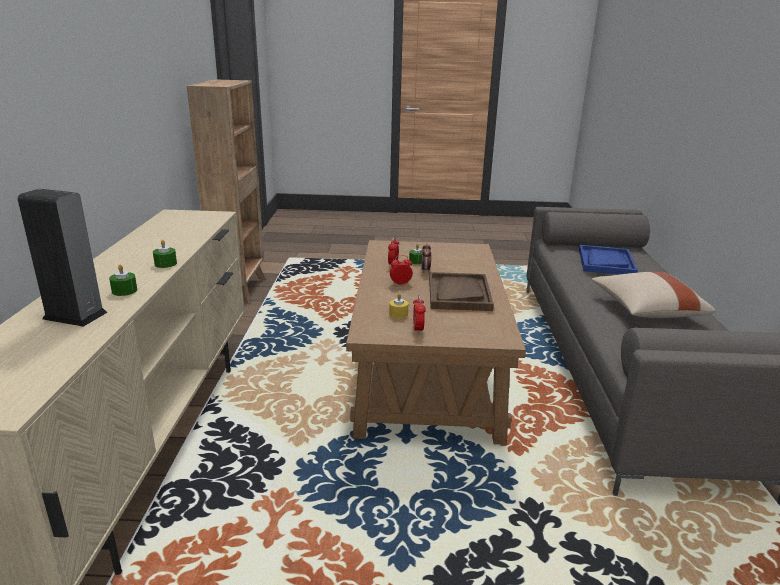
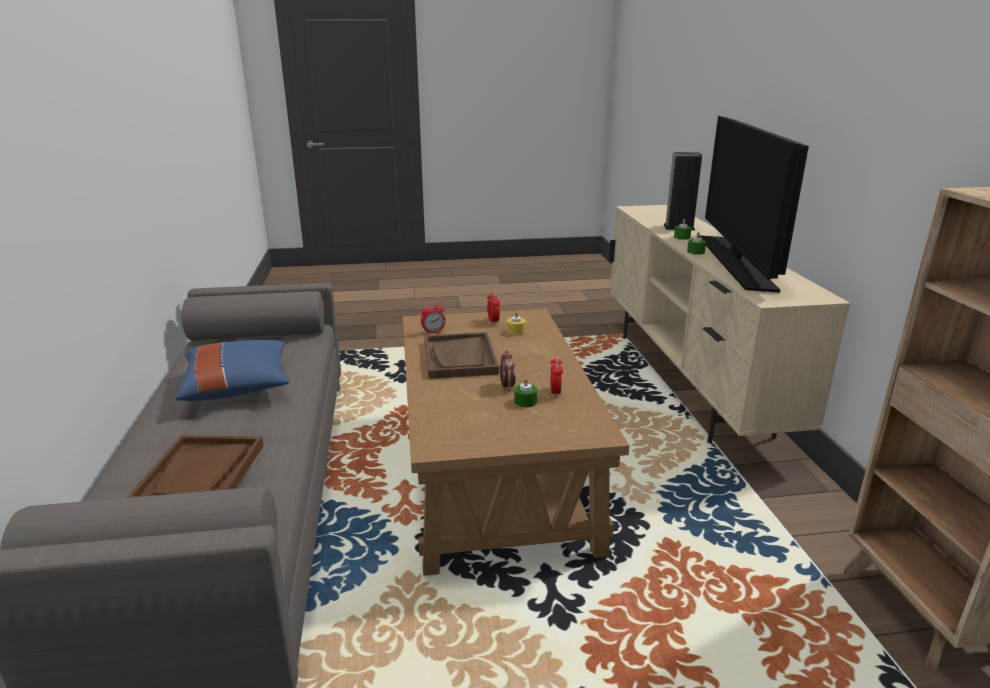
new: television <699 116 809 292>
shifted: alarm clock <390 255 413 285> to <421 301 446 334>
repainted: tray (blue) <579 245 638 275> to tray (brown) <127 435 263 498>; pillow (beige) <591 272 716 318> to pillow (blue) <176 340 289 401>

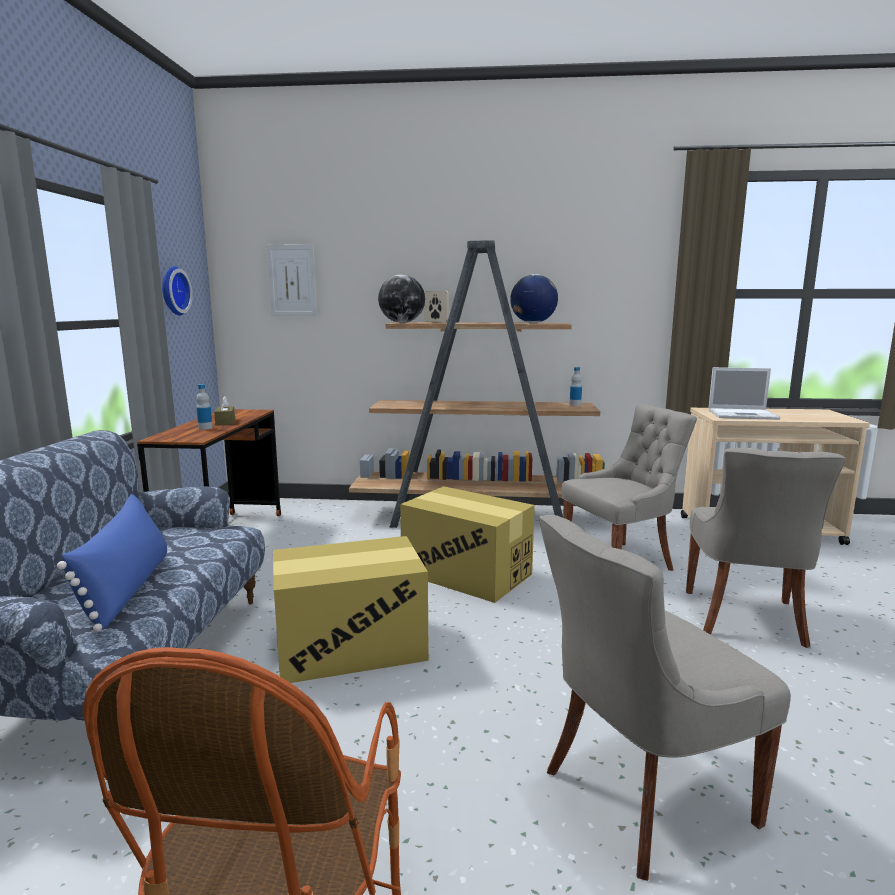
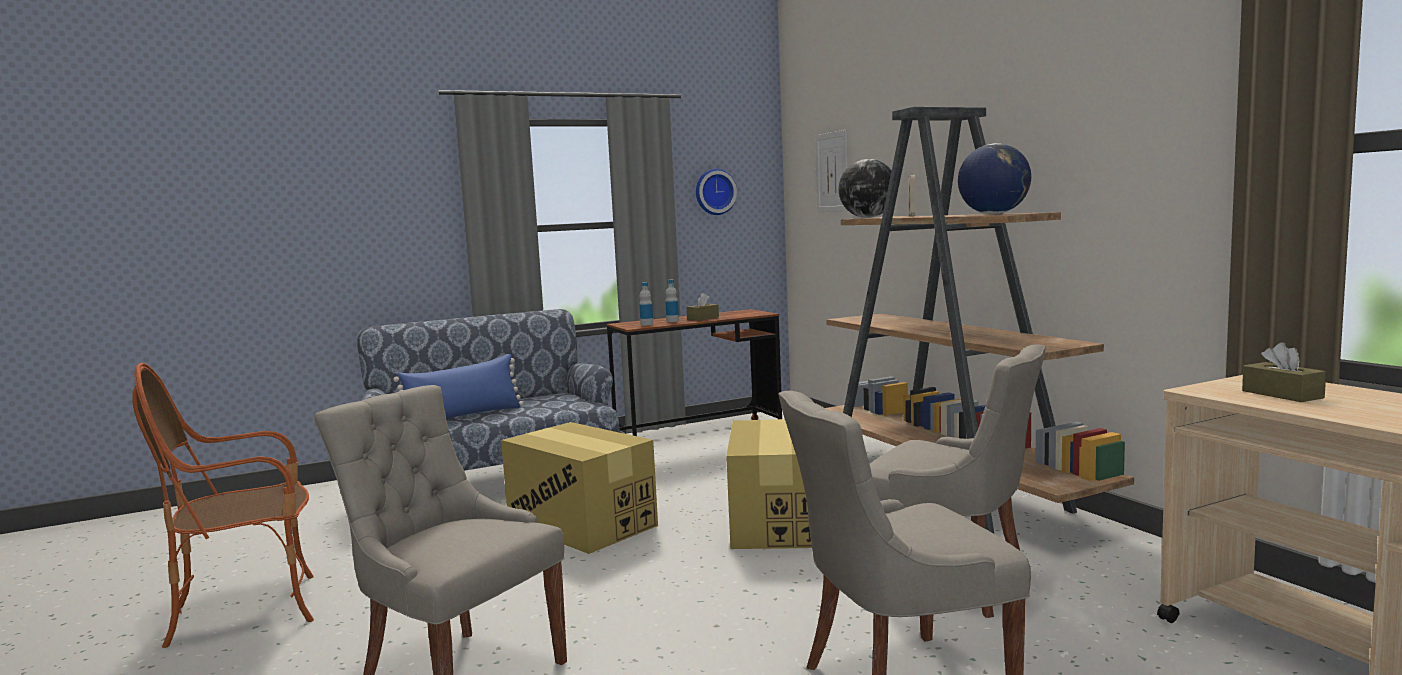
shifted: bottle <570 367 582 406> to <639 282 653 325>
swapped: laptop <709 367 780 420> to tissue box (brown) <1242 342 1326 402>

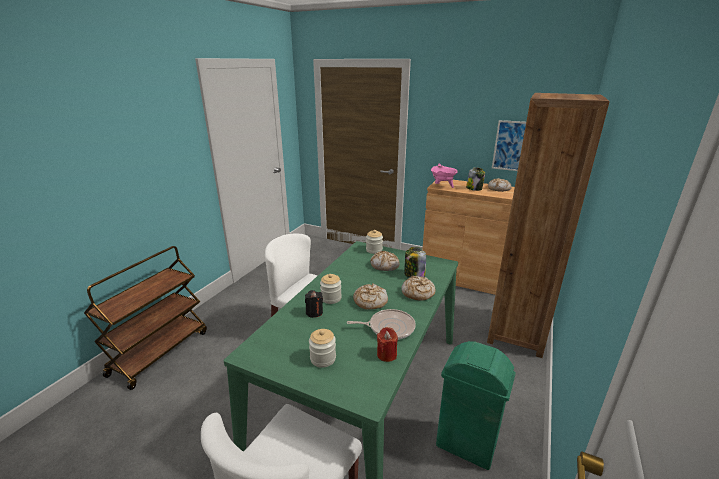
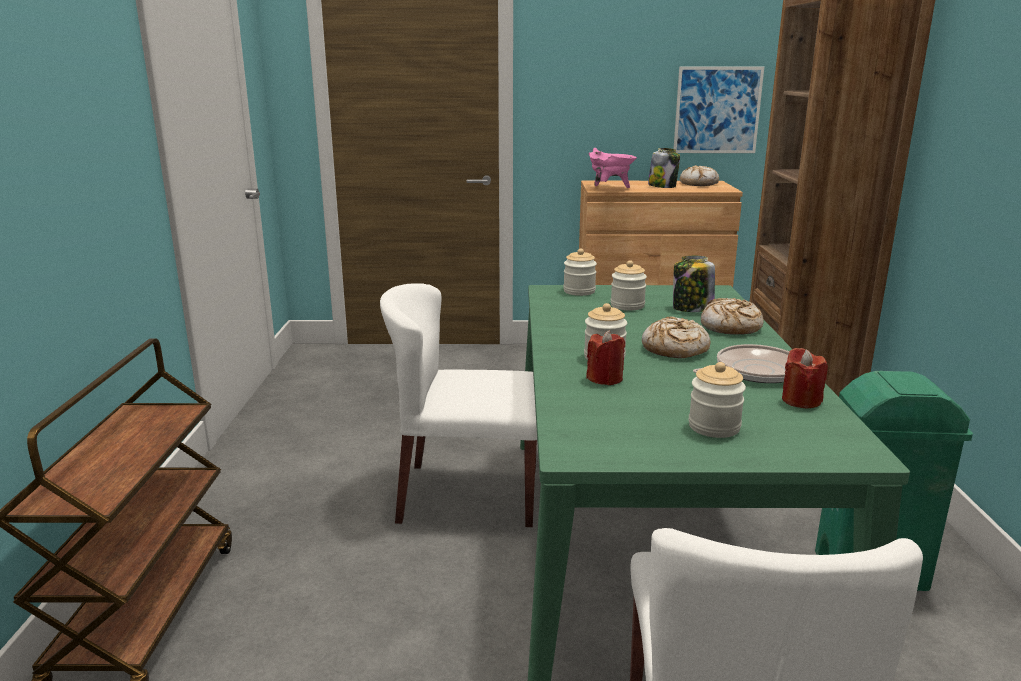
swapped: bread <370 251 400 271> to jar <611 260 647 311>
repainted: candle (black) <305 290 323 318> to candle (red) <586 330 625 385>

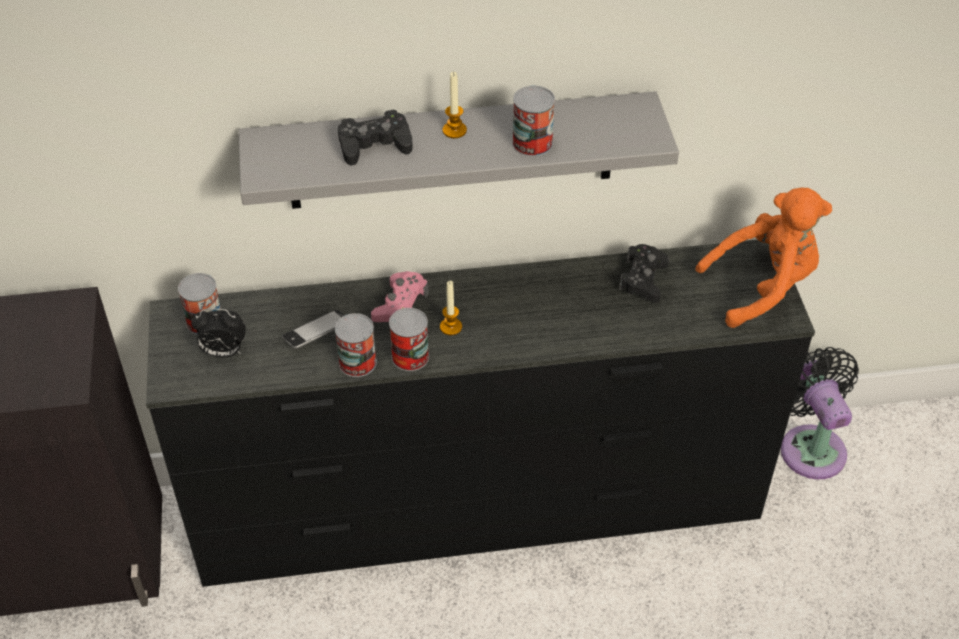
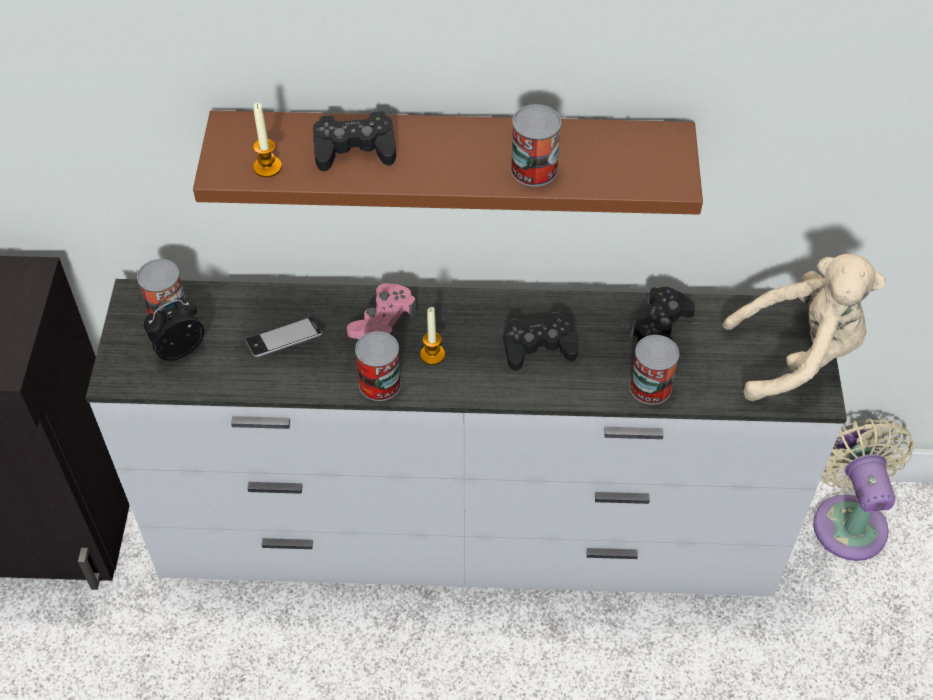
new: game controller (black) <503 312 578 371>
shifted: candle <443 72 467 138> to <253 103 282 177>; can <335 313 377 377> to <630 335 679 405>
repainted: shelf (grey) <239 91 679 209> to shelf (brown) <193 110 703 215>; plush toy (orange) <695 187 832 328> to plush toy (beige) <722 254 886 401>; dresser (black) <146 240 815 587> to dresser (white) <86 279 847 596>; fan (black) <781 347 859 479> to fan (beige) <813 418 914 561>
rotated: alarm clock <191 308 246 358> = <144 299 204 361> 135 degrees clockwise

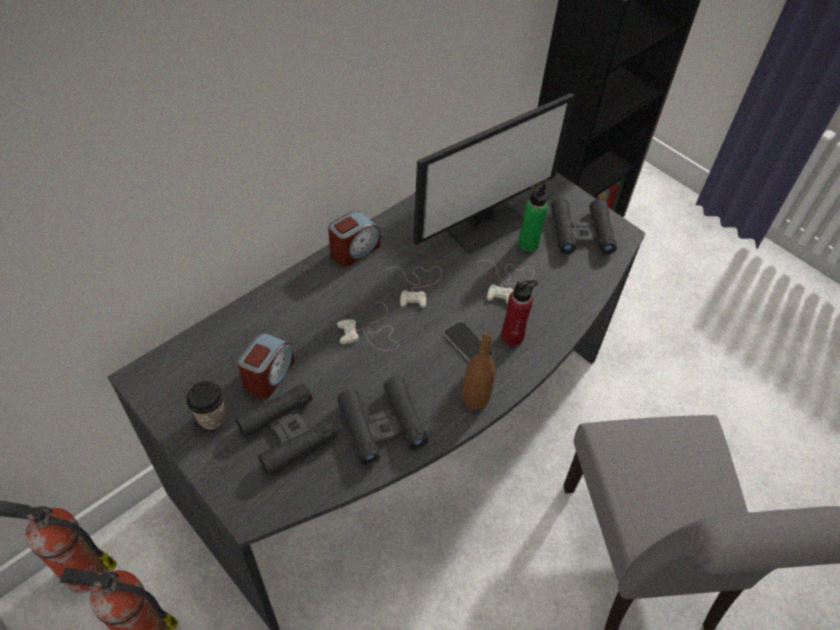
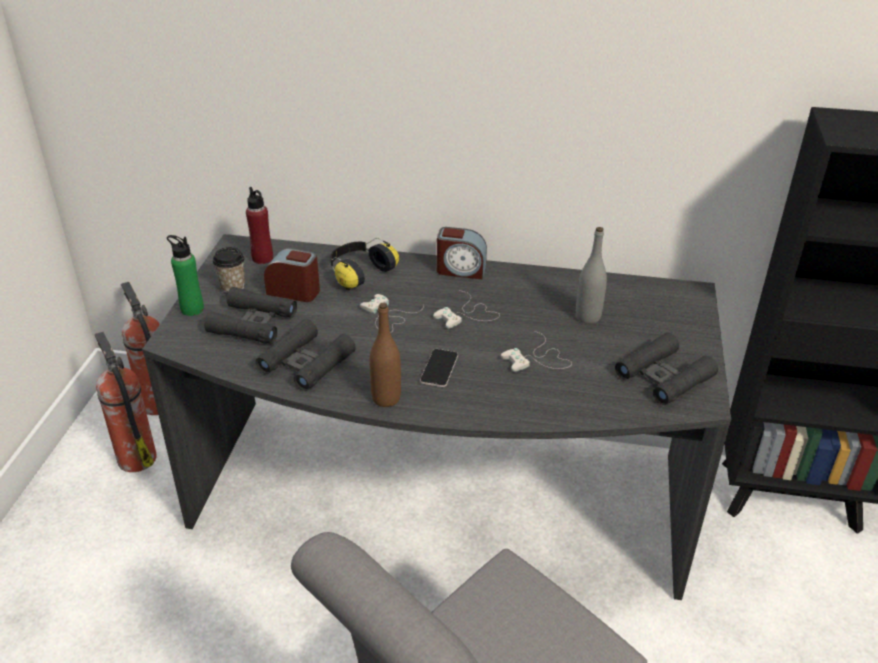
new: headphones <331 238 399 290>
shifted: bottle (green) <518 184 548 252> to <167 235 204 316>; bottle (red) <501 280 538 346> to <246 187 273 264>
swapped: monitor <413 93 575 254> to bottle (grey) <576 227 607 324>
rotated: alarm clock <237 333 294 399> = <264 249 320 302> 150 degrees counterclockwise

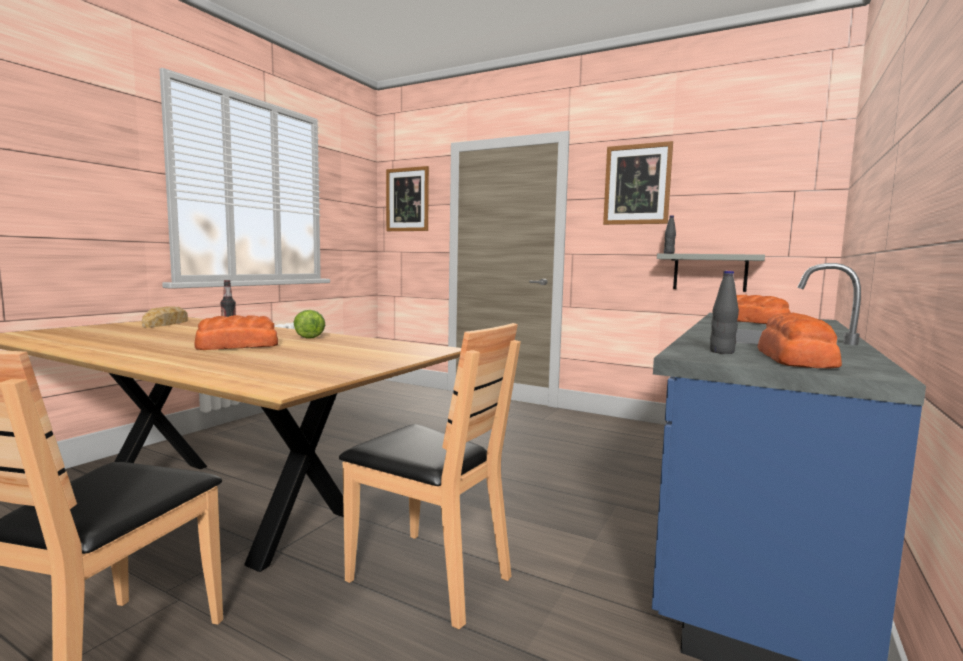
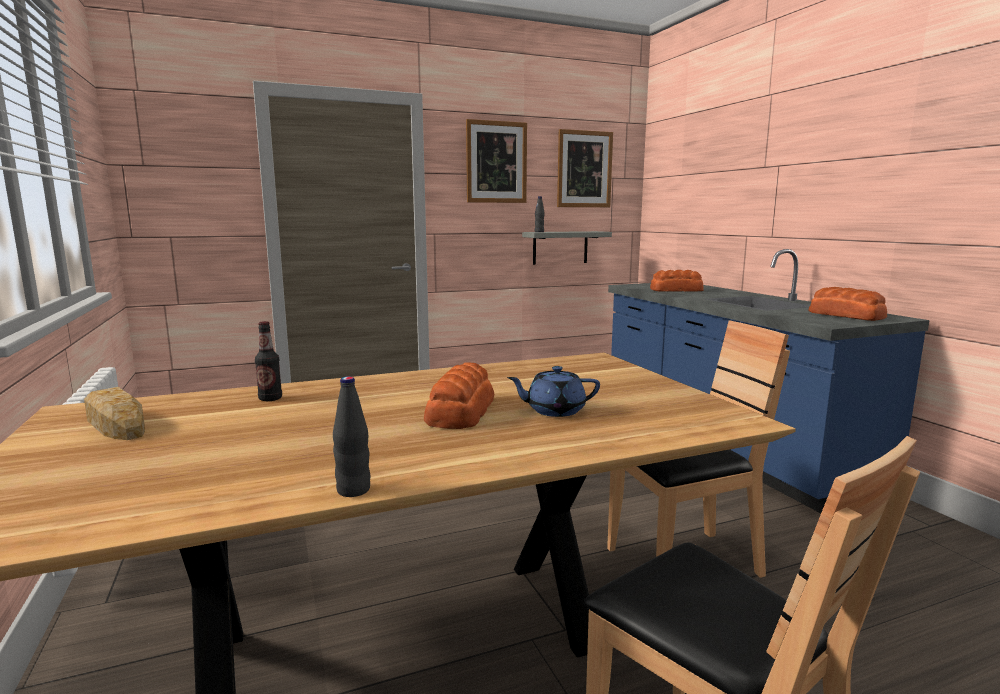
gone: lettuce <293 310 325 339>
new: teapot (blue) <507 366 600 417>
shifted: picture <386 166 429 231> to <557 129 613 207>; bottle (black) <710 271 739 354> to <333 376 370 497>

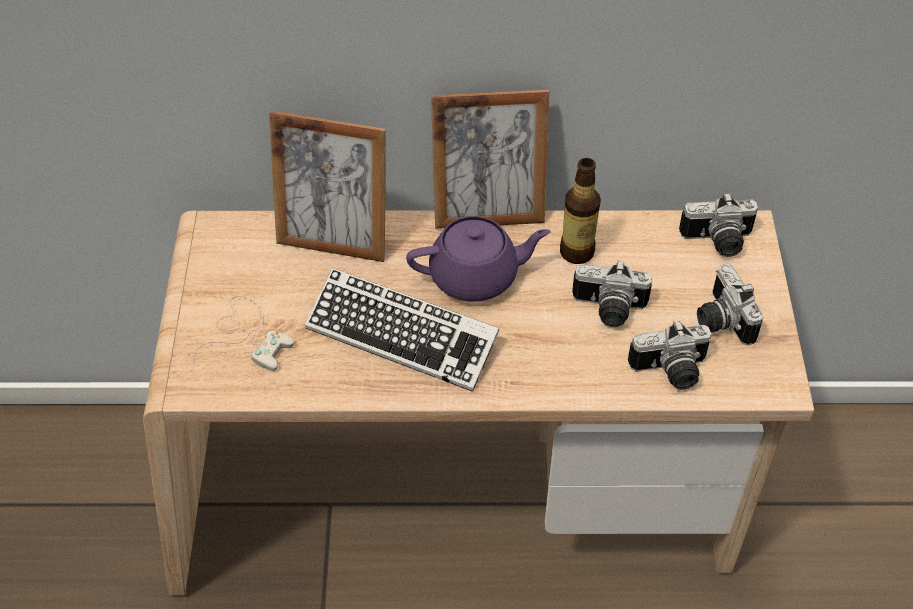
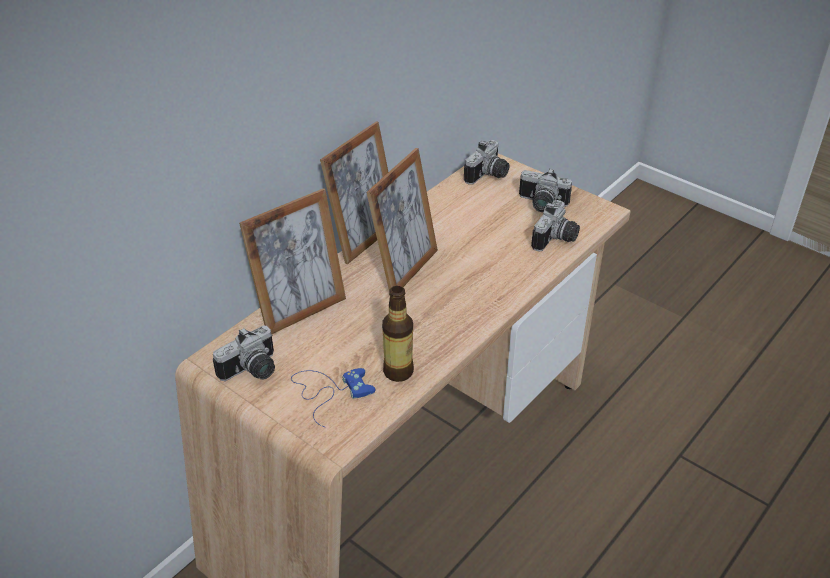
gone: keyboard <305 268 499 392>
shifted: bottle <560 158 601 264> to <382 286 414 382>; photo camera <572 260 652 327> to <213 326 275 381>
swapped: teapot (purple) <406 216 551 301> to picture frame <366 148 438 290>
repainted: game controller (white) <194 296 294 371> to game controller (blue) <291 368 375 427>

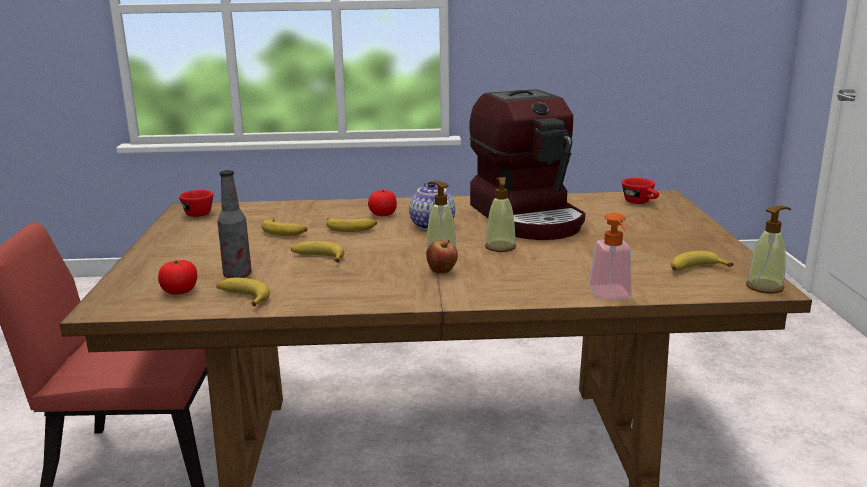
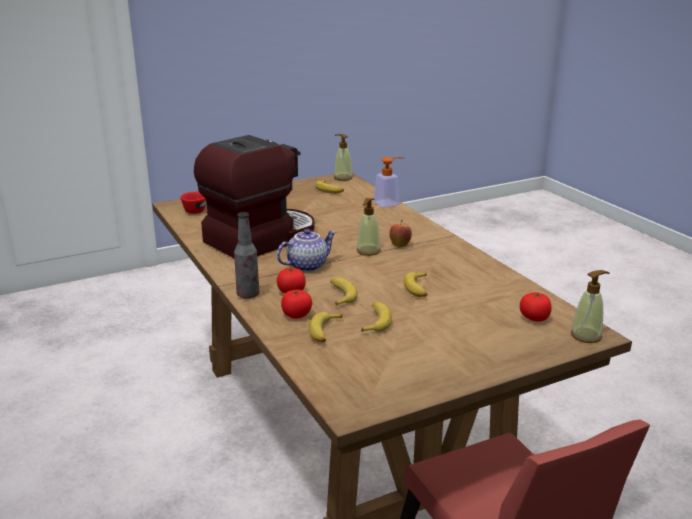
gone: cup (red) <179 190 213 217>
new: tomato <281 290 312 319>
shifted: bottle <217 170 252 278> to <234 212 259 299>; soap dispenser <485 177 516 252> to <571 270 610 343>; banana <216 278 270 306> to <309 312 343 342>

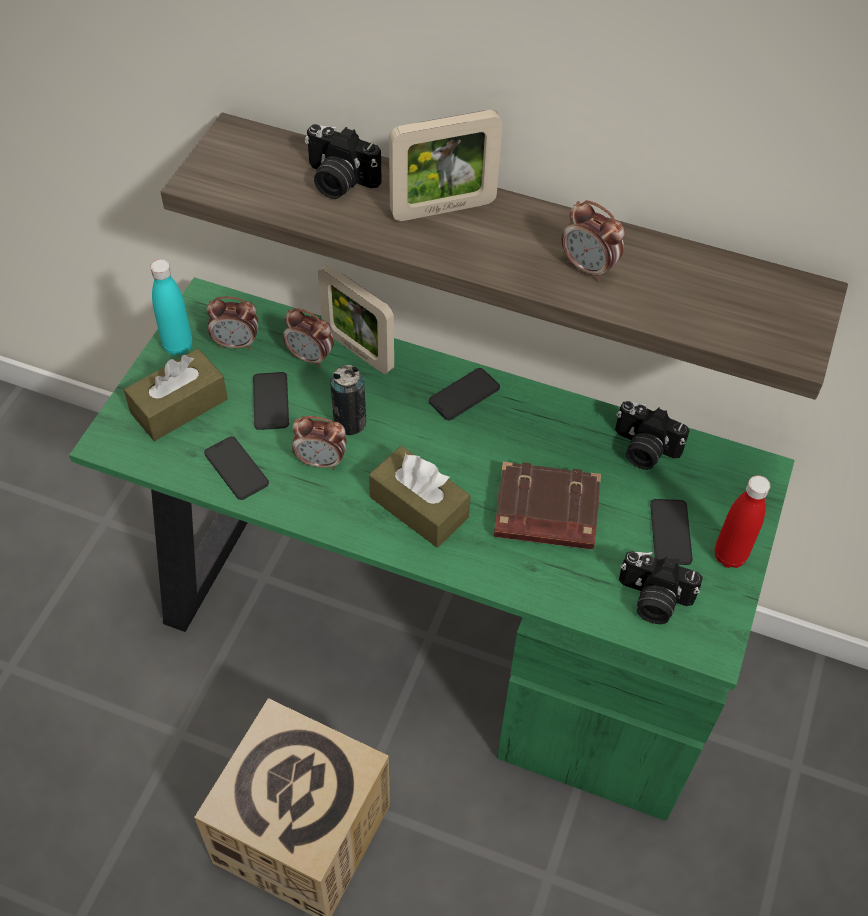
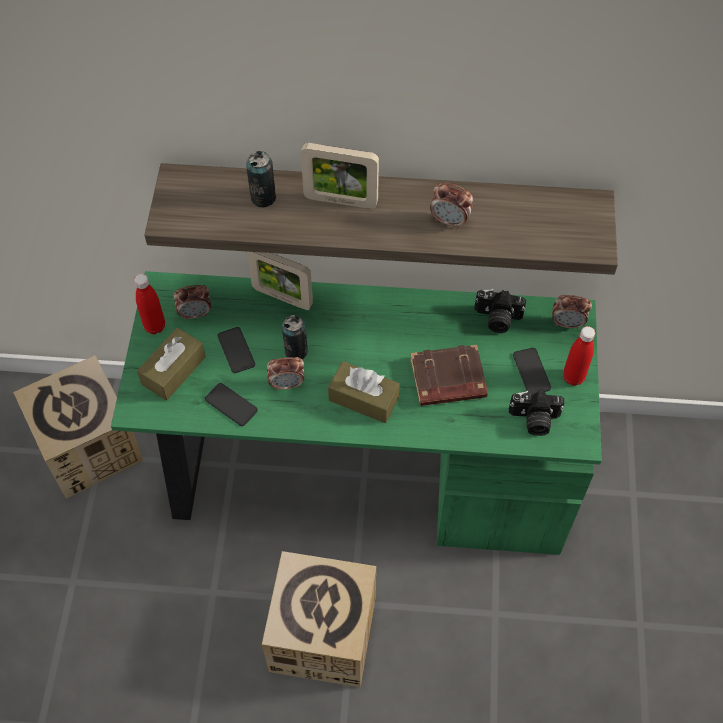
gone: phone <429 368 500 420>
new: cardboard box <13 355 143 499>
shifted: alarm clock <283 308 334 367> to <552 295 592 329>
swapped: photo camera <305 124 382 199> to can <246 151 276 207>
repainted: bottle (turquoise) <150 259 192 355> to bottle (red) <134 274 165 334>
rotated: picture frame <389 110 502 221> = <301 143 379 209> 45 degrees clockwise

